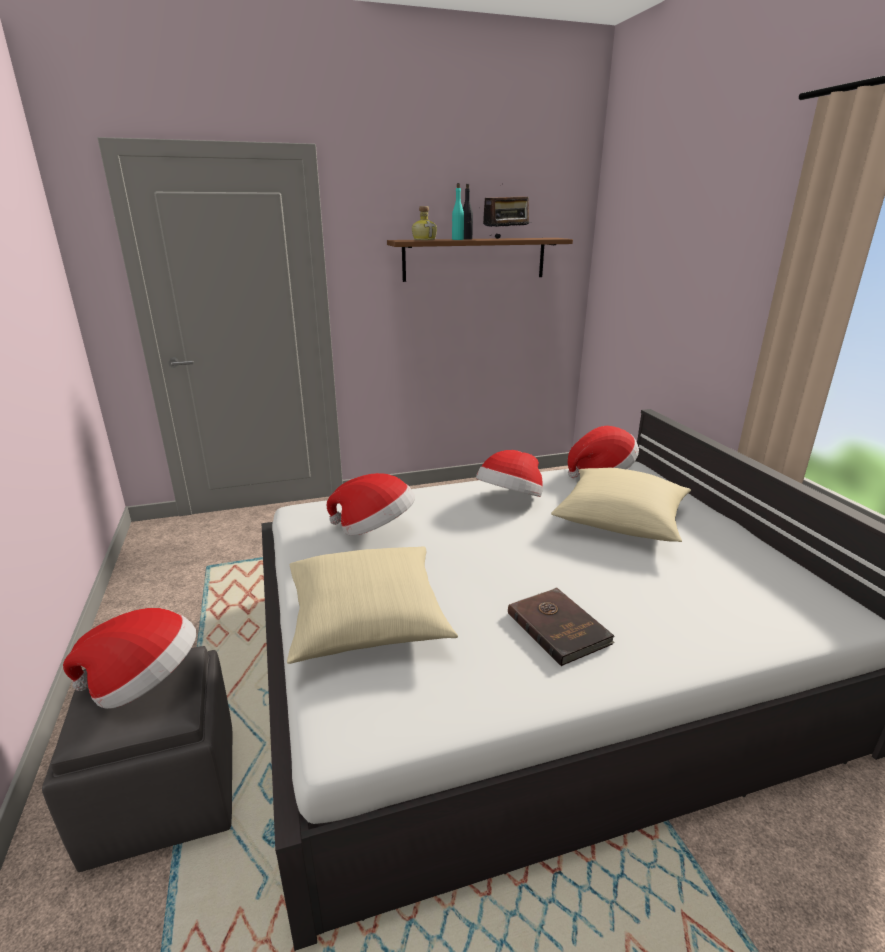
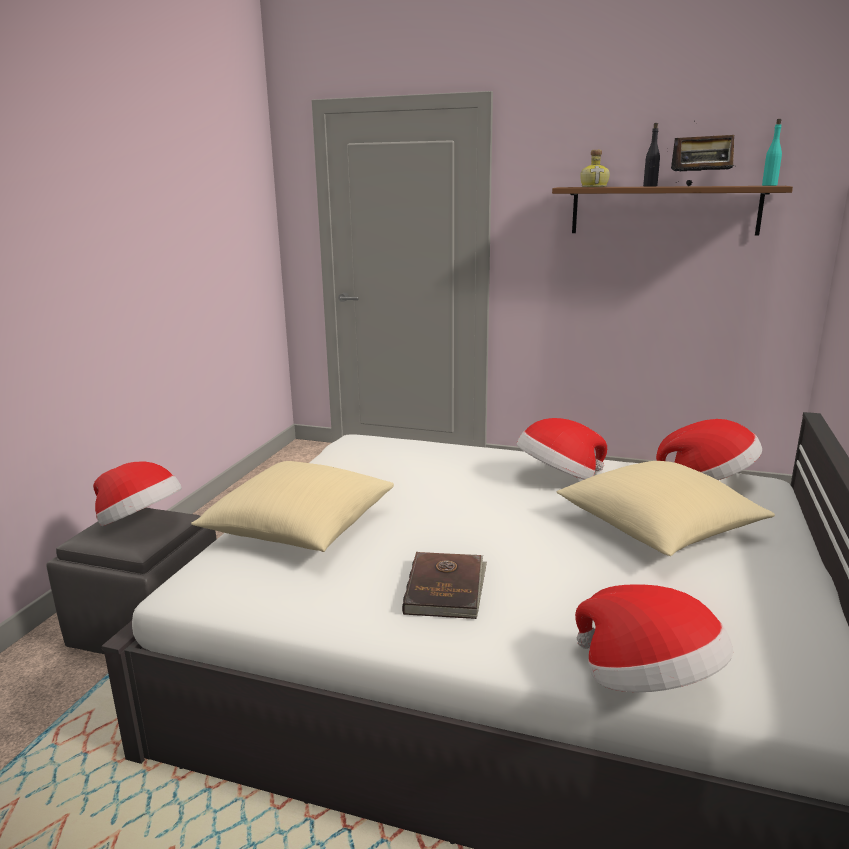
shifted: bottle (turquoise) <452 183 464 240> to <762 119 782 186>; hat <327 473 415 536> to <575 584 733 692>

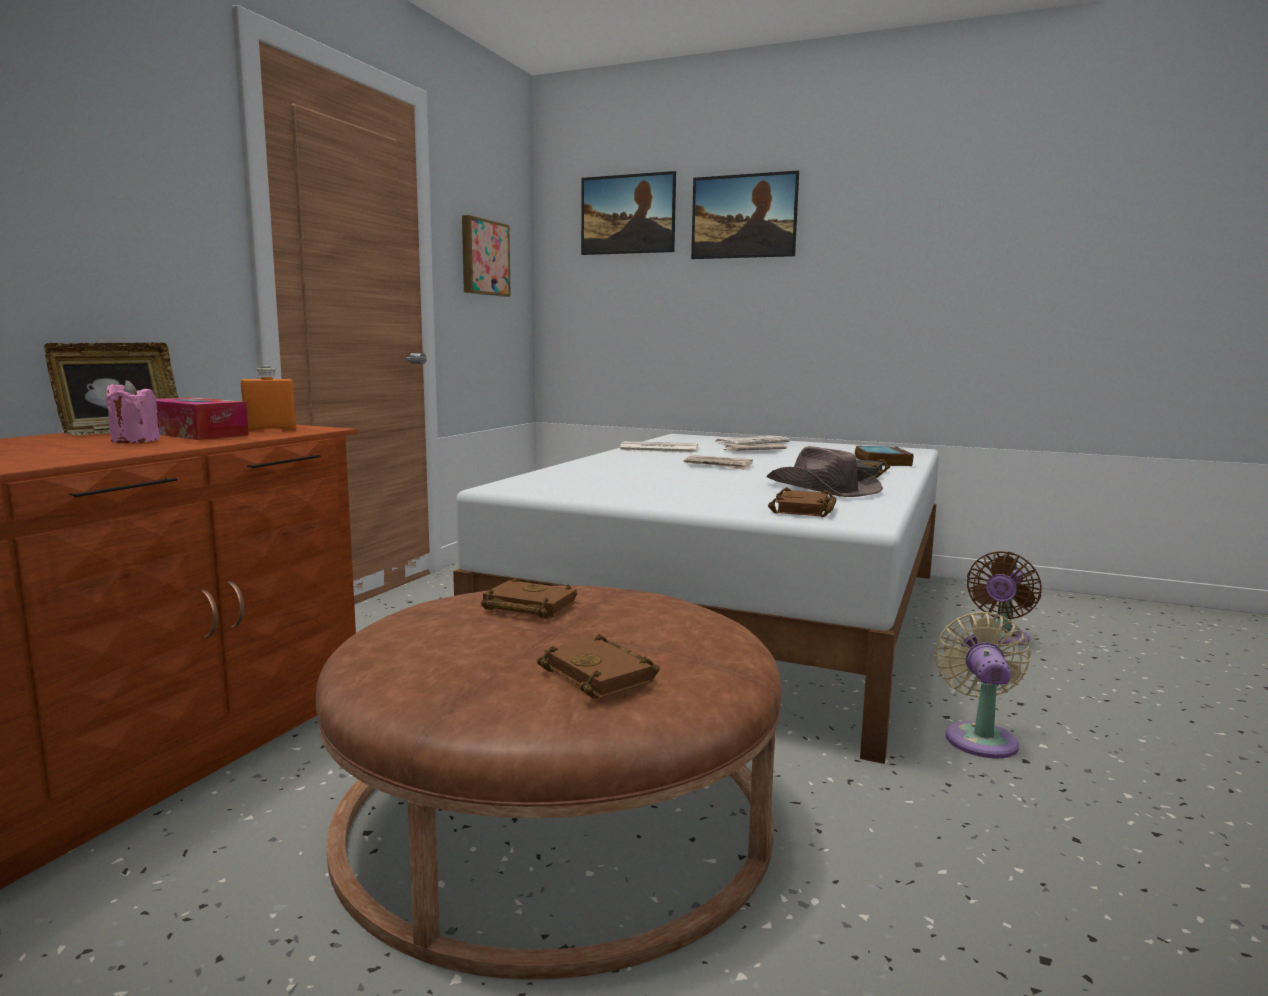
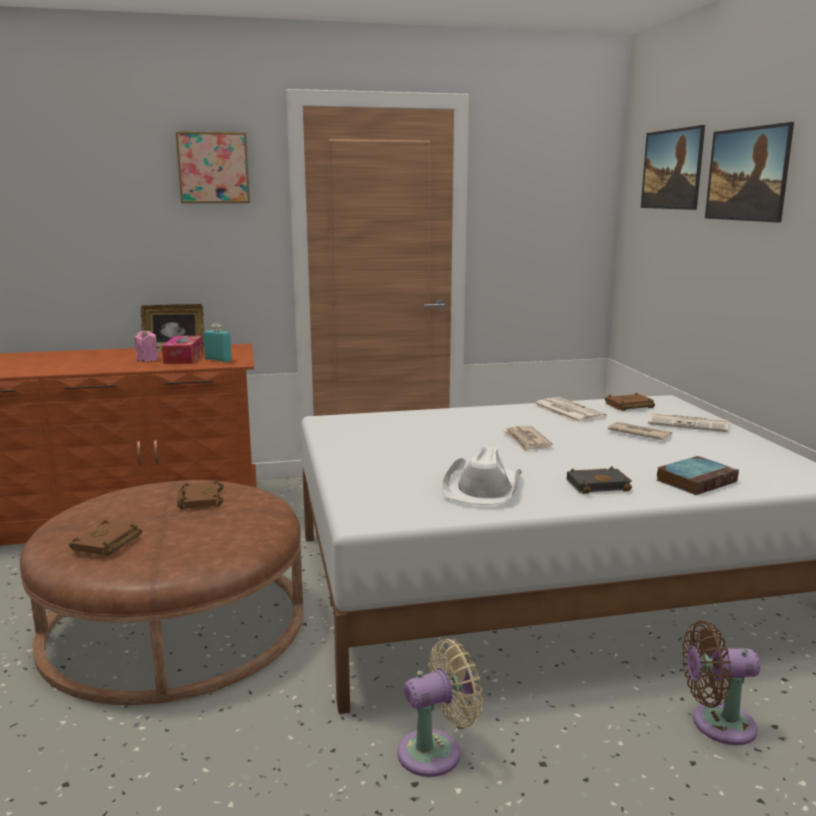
shifted: picture <462 215 511 297> to <175 131 250 203>; book (brown) <768 487 837 517> to <605 392 655 411>
repainted: bottle (orange) <241 366 296 431> to bottle (turquoise) <203 324 232 362>; hat (brown) <767 446 883 497> to hat (white) <442 445 522 505>

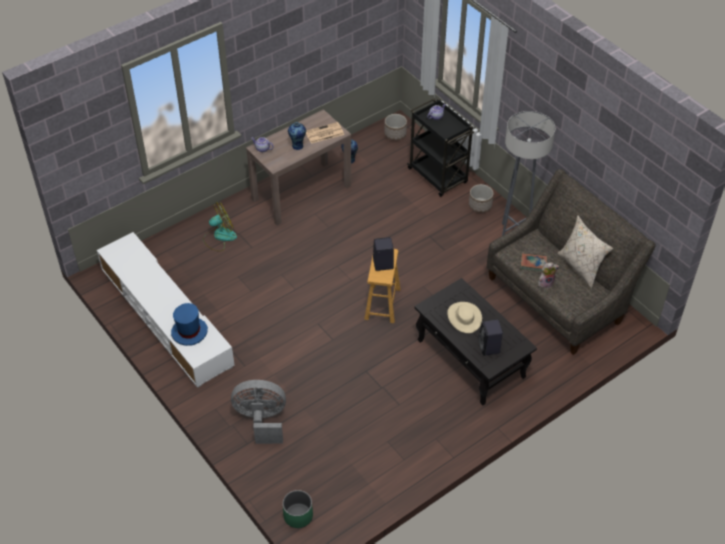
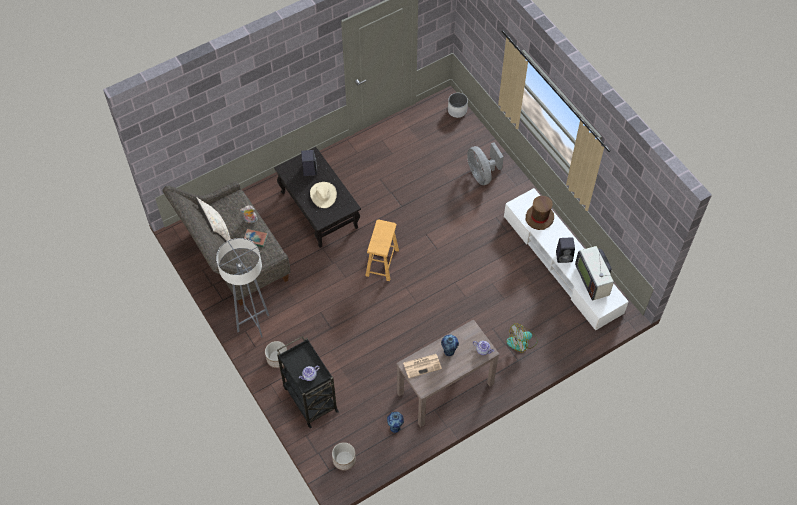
new: television <575 246 614 300>
shifted: speaker (black) <373 237 394 271> to <556 237 575 263>
repainted: hat (blue) <171 303 208 346> to hat (brown) <526 196 554 230>; planter (green) <283 490 313 528> to planter (white) <448 93 468 118>
rotated: fan (grey) <231 380 286 444> = <467 142 504 185> 60 degrees clockwise

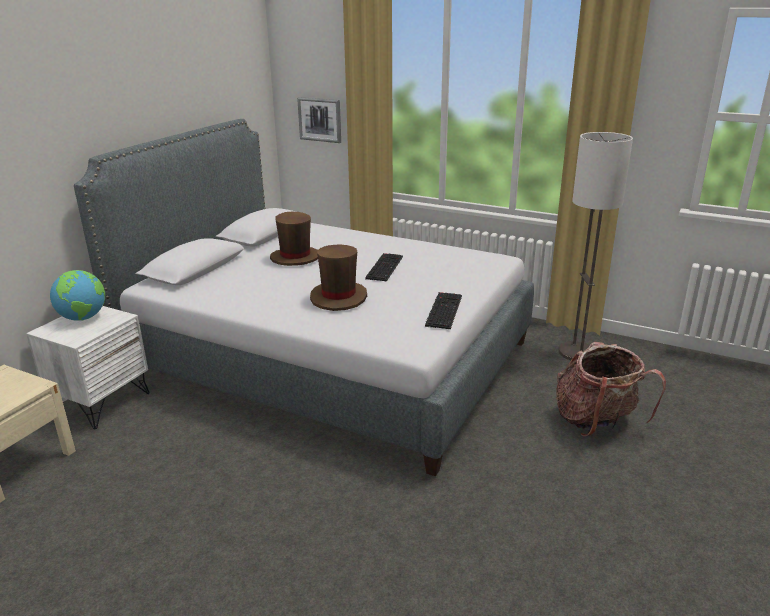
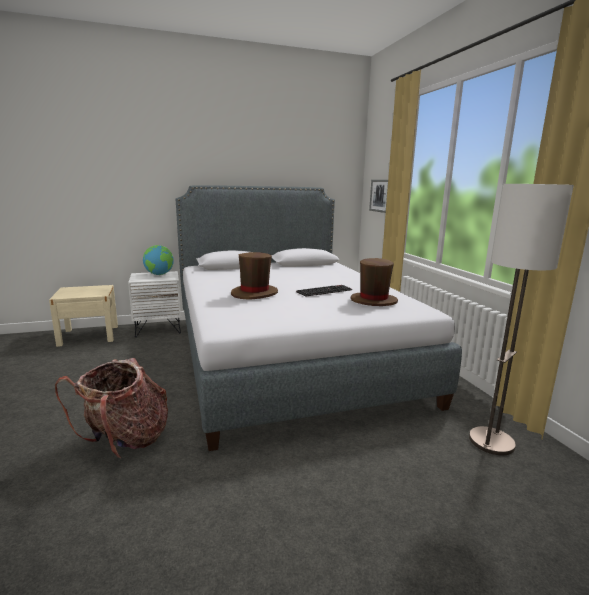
gone: keyboard <425 292 462 329>
shifted: hat (brown) <270 212 318 266> to <351 258 398 306>; backpack <556 342 666 437> to <55 358 168 458>

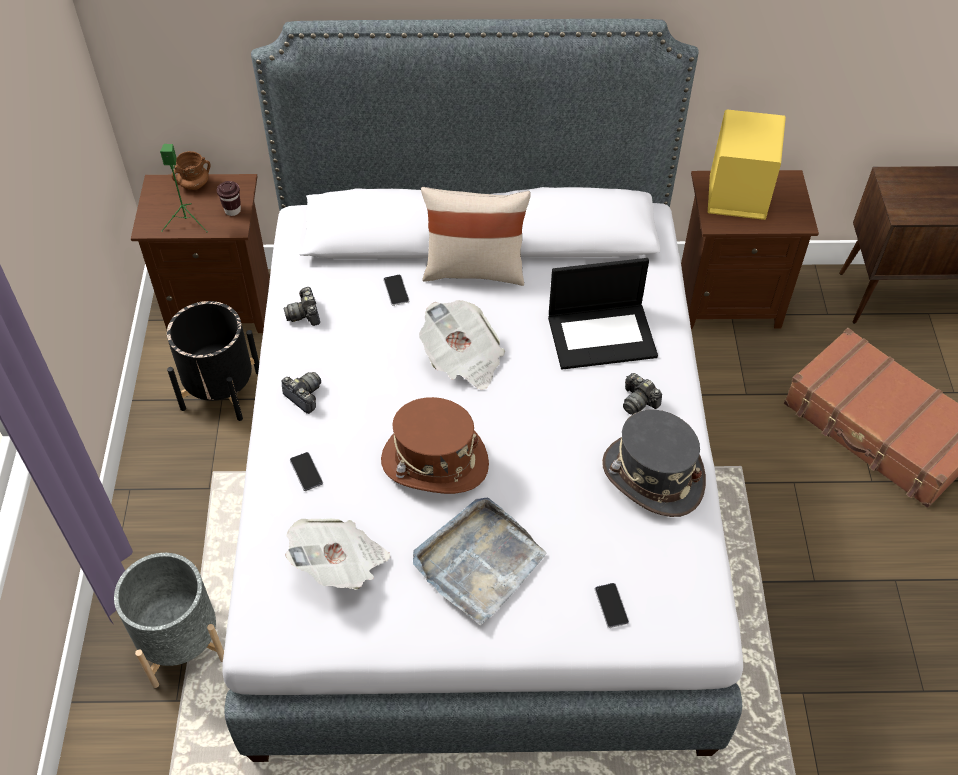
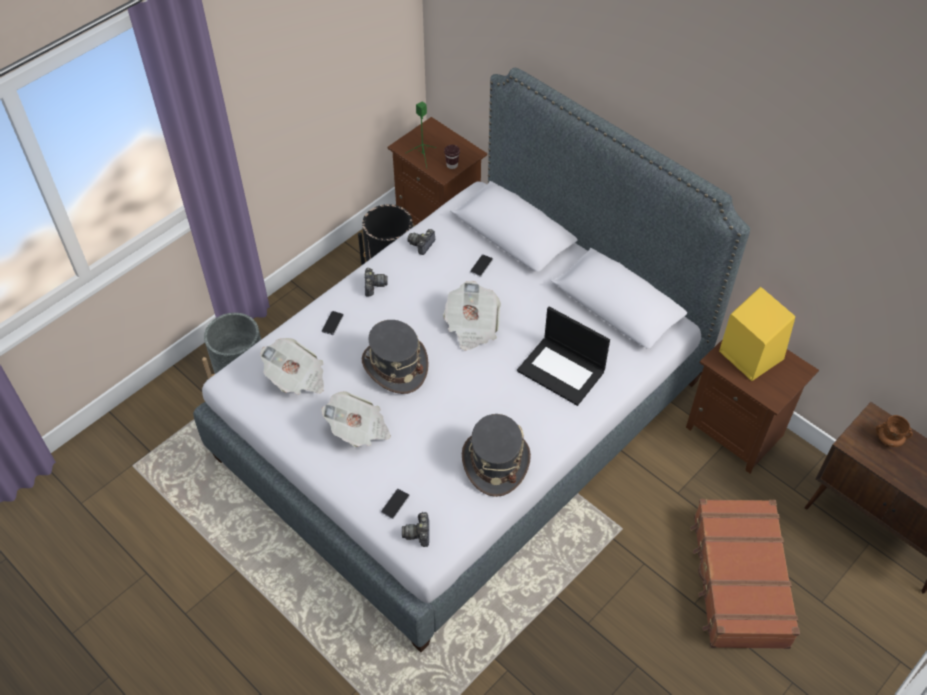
gone: pillow (beige) <421 187 531 286>
shifted: mug (brown) <171 151 211 190> to <876 415 913 447>; photo camera <623 373 662 415> to <402 512 429 547>
swapped: tray (grey) <413 498 547 625> to newspaper <321 391 391 447>
repainted: hat (brown) <381 397 489 494> to hat (grey) <362 320 429 394>

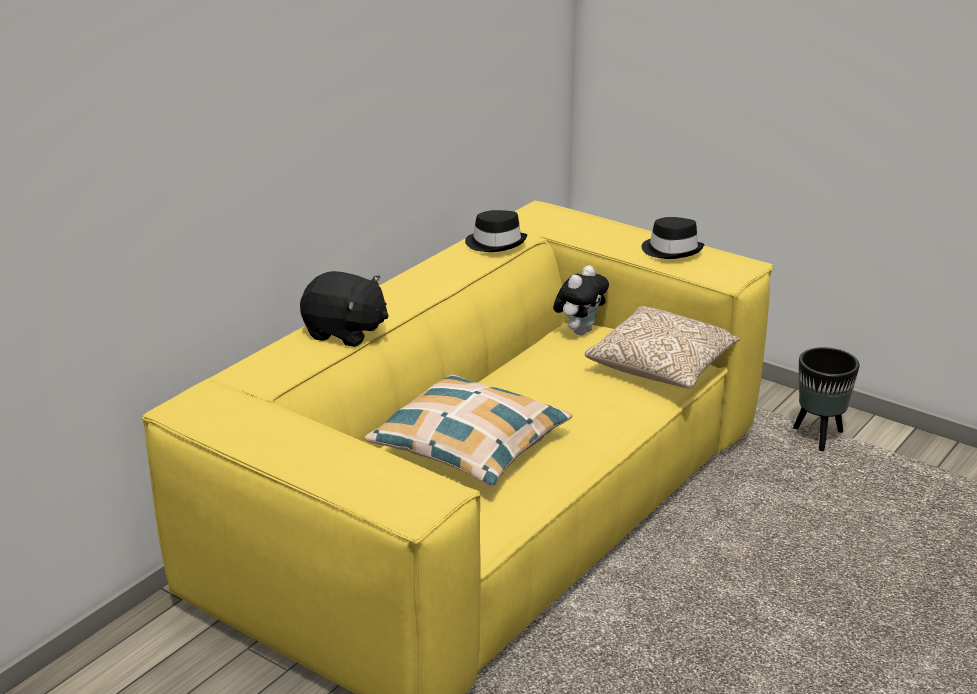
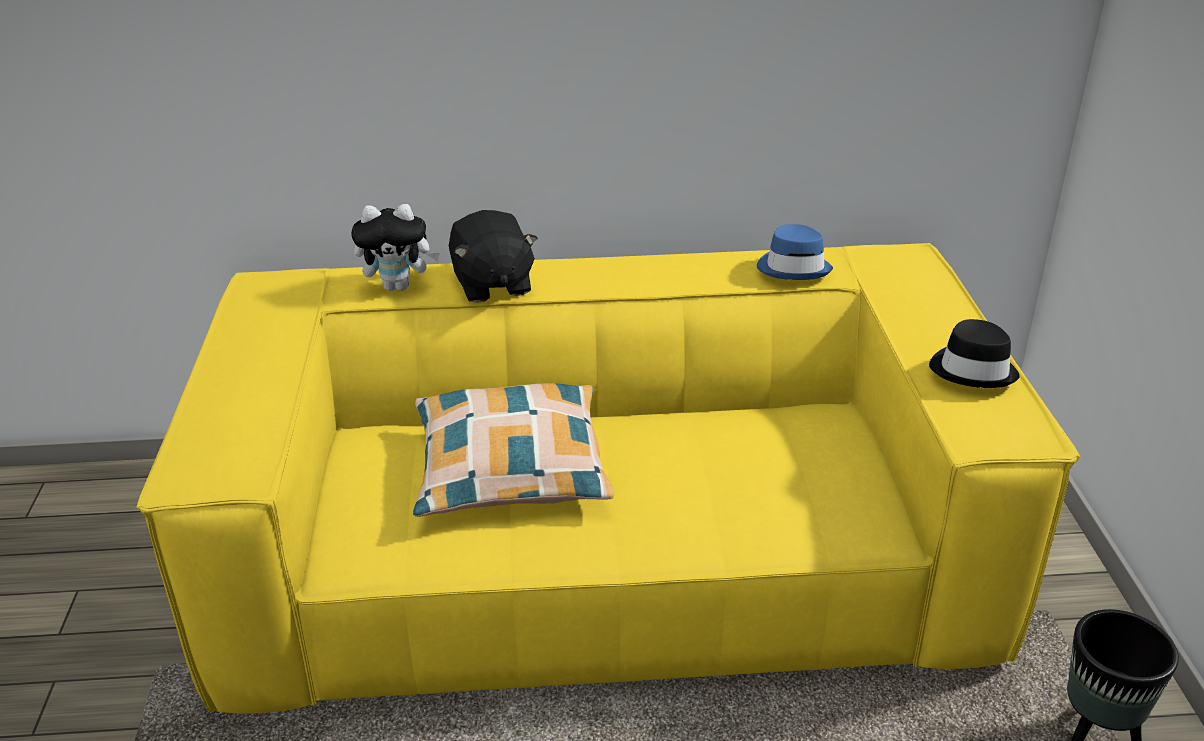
gone: pillow <585 306 740 388>
shifted: plush toy <553 265 609 335> to <351 204 440 291>
repainted: hat (black) <465 210 527 252> to hat (blue) <757 224 833 280>

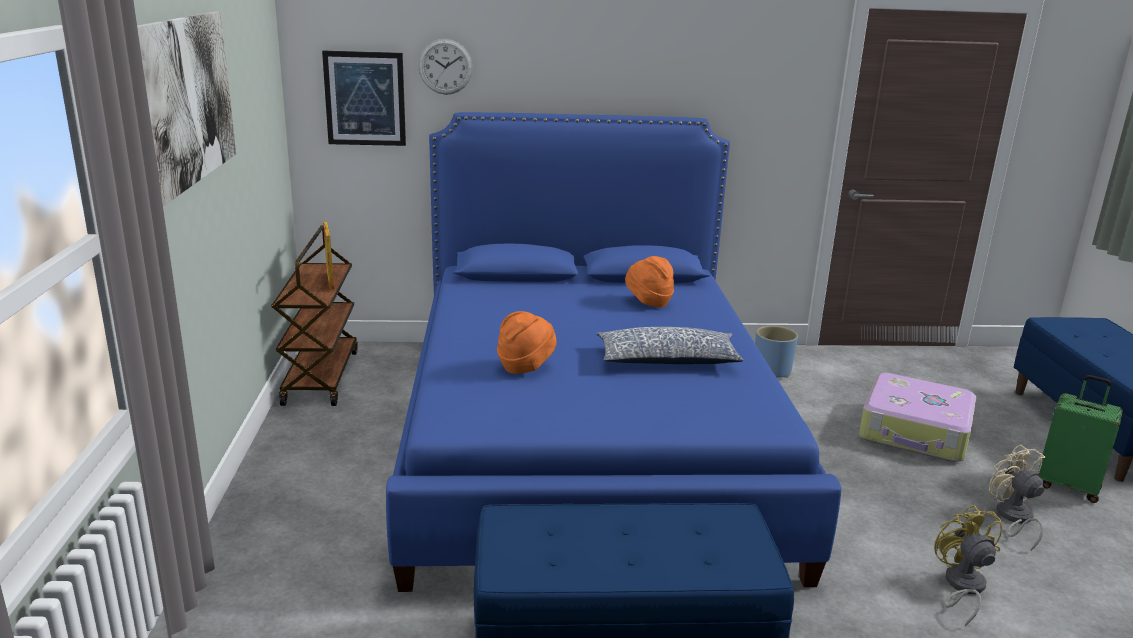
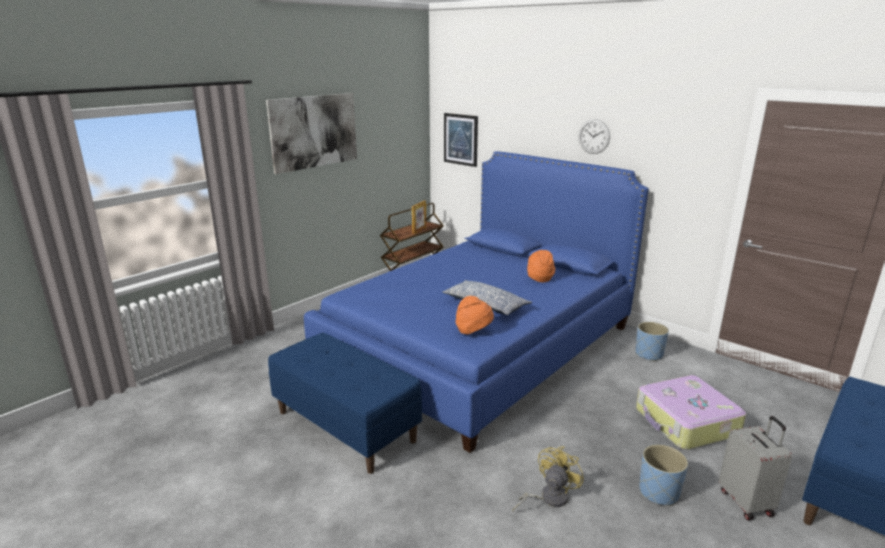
shifted: wall clock <418 39 473 95> to <578 119 610 154>; hat (orange) <497 311 557 374> to <456 296 494 334>
swapped: fan (beige) <989 444 1045 551> to planter (blue) <639 444 688 506>
repainted: suitcase (green) <1038 375 1123 503> to suitcase (grey) <719 416 792 520>

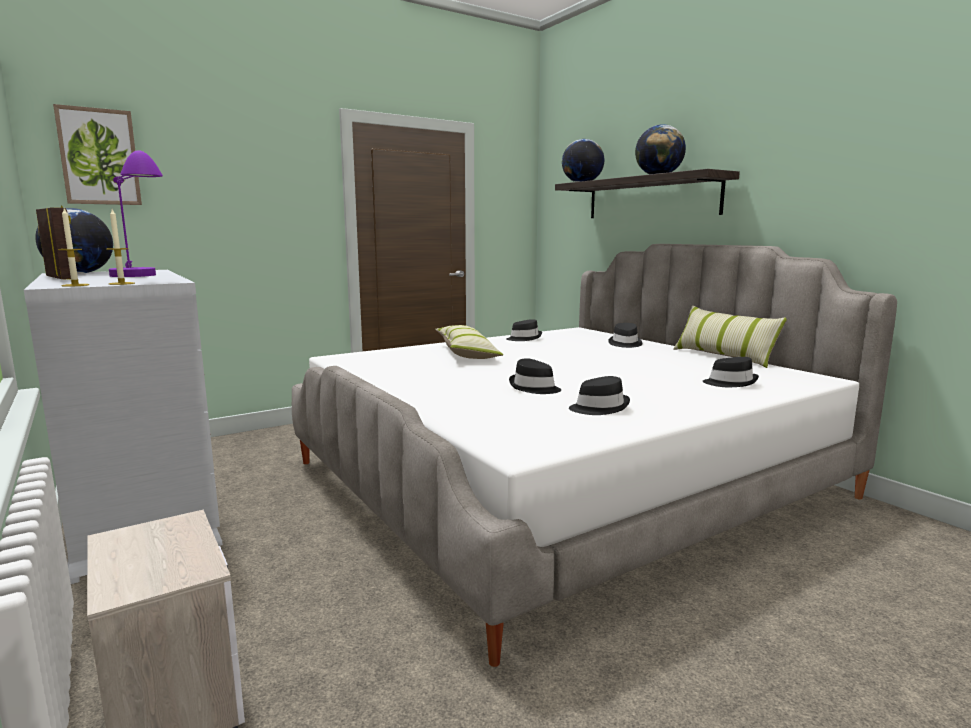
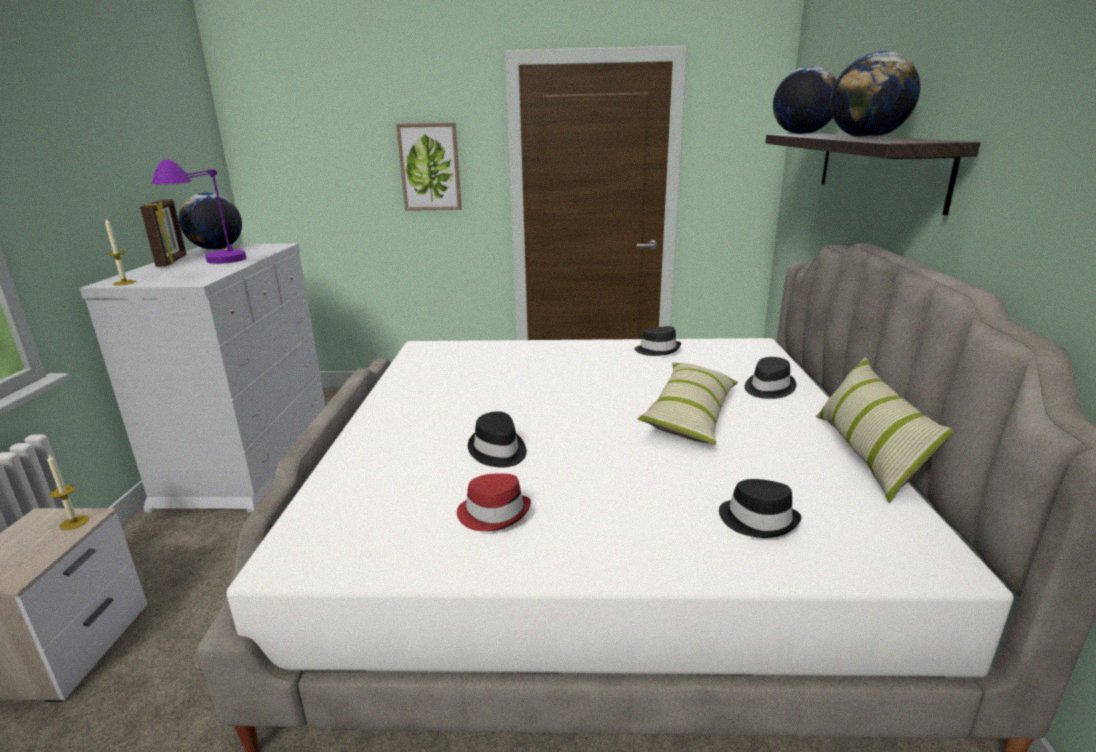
shifted: picture <53 104 142 205> to <396 123 462 211>; candle <106 209 135 285> to <47 455 89 530>; pillow <435 325 503 359> to <638 362 738 445>
repainted: hat (black) <569 376 630 415> to hat (red) <457 474 531 531>

